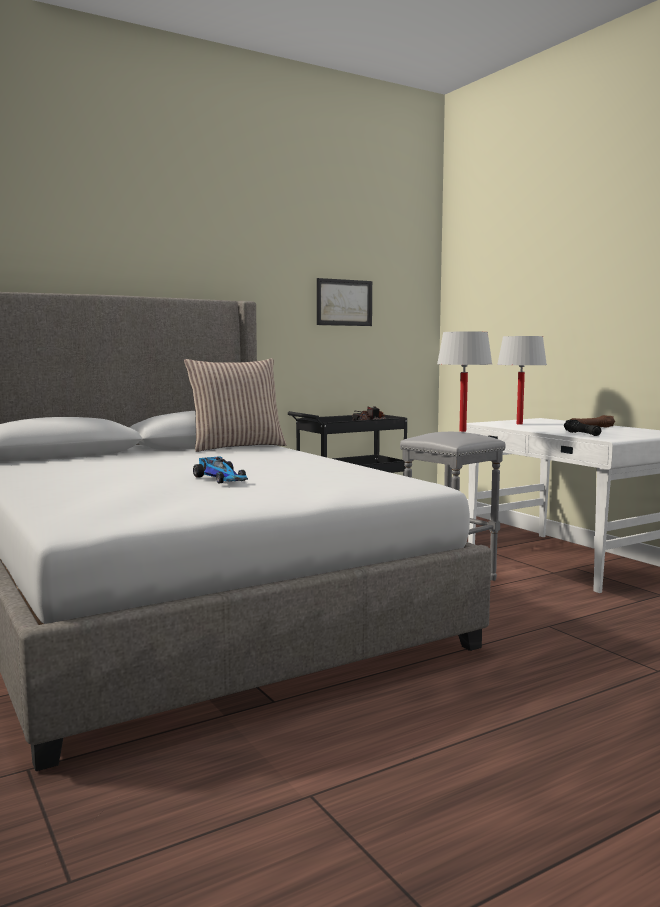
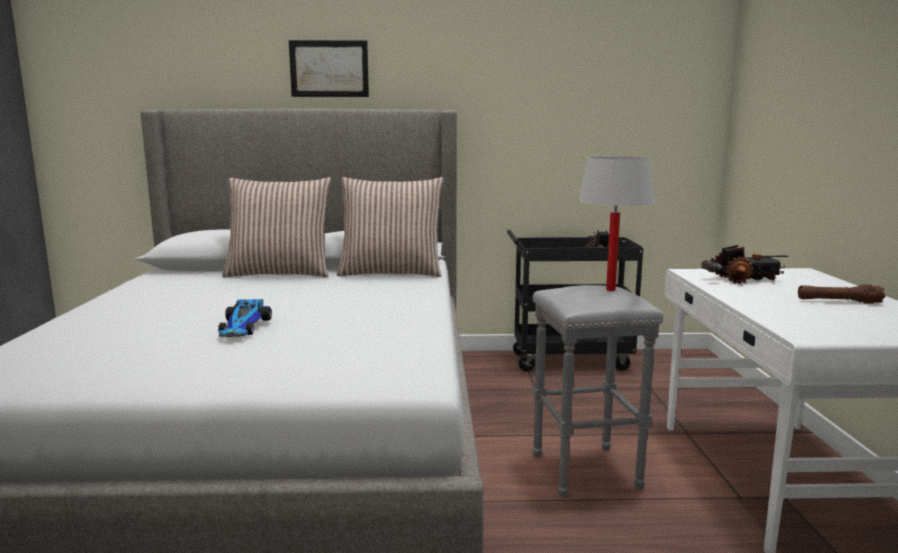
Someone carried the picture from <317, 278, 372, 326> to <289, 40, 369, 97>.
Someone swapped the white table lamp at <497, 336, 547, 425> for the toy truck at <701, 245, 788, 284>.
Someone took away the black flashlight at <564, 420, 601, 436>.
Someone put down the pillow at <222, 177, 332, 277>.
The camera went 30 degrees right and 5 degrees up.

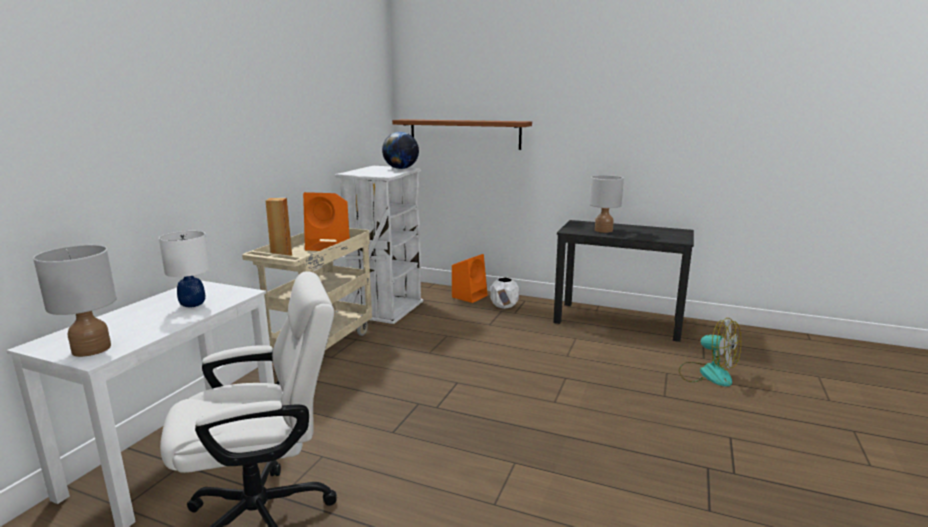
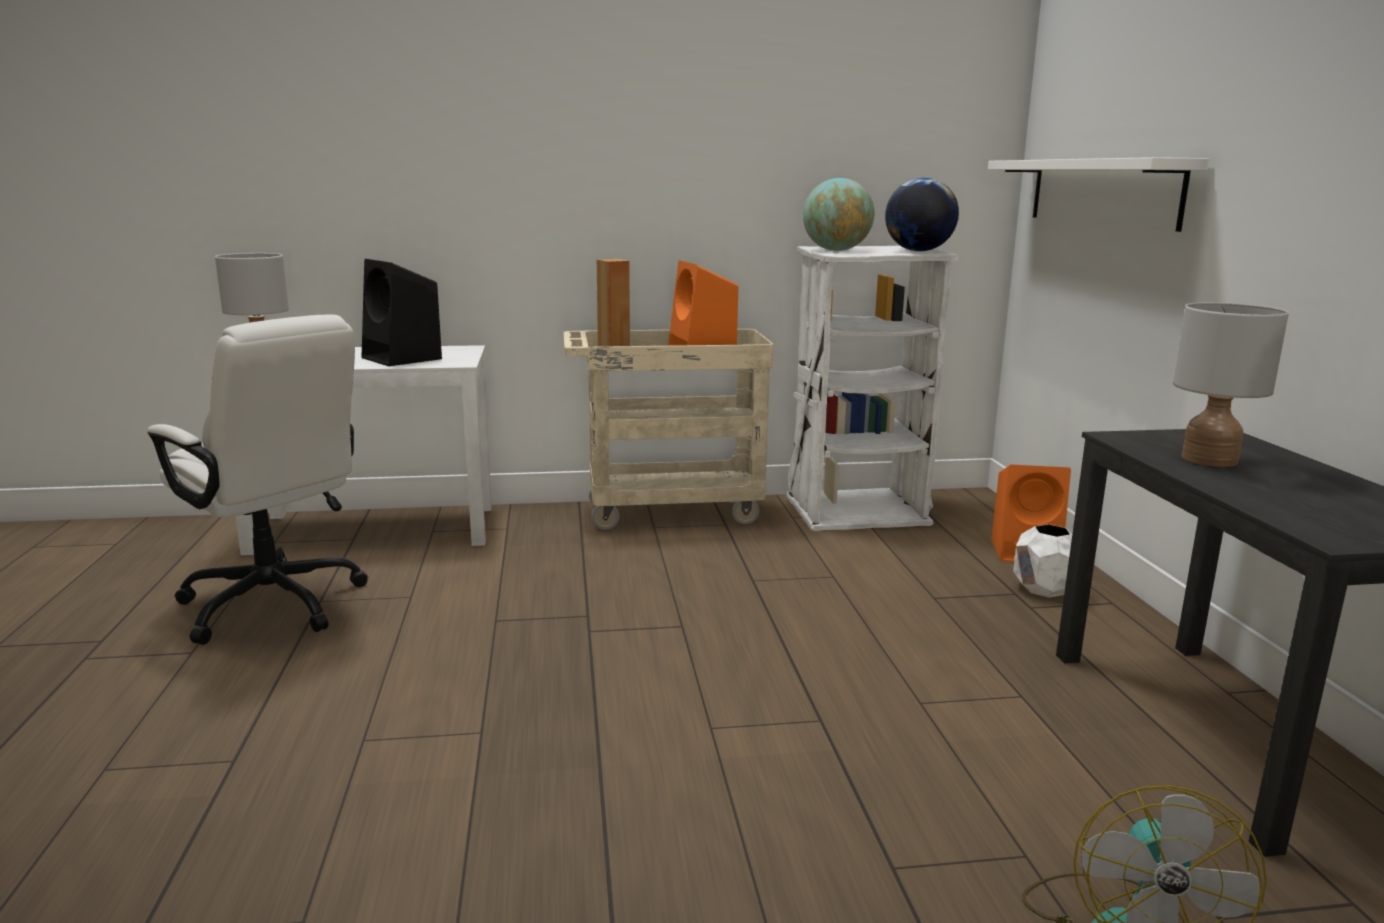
Someone swapped the white table lamp at <159, 231, 210, 307> for the black speaker at <362, 259, 442, 366>.
Someone repainted the brown shelf at <392, 119, 532, 150>, which became the white shelf at <988, 157, 1209, 232>.
Someone put down the globe at <803, 178, 874, 251>.
The camera went 60 degrees right and 0 degrees up.

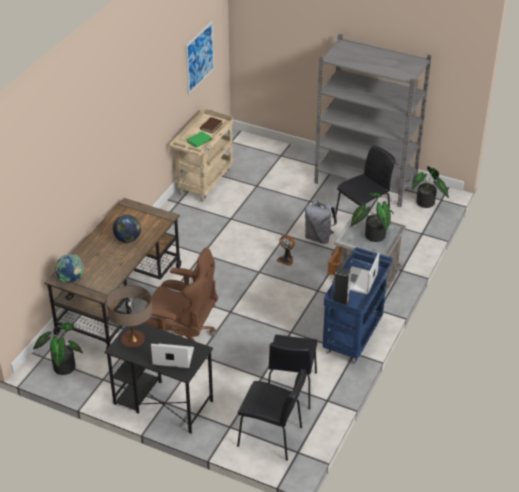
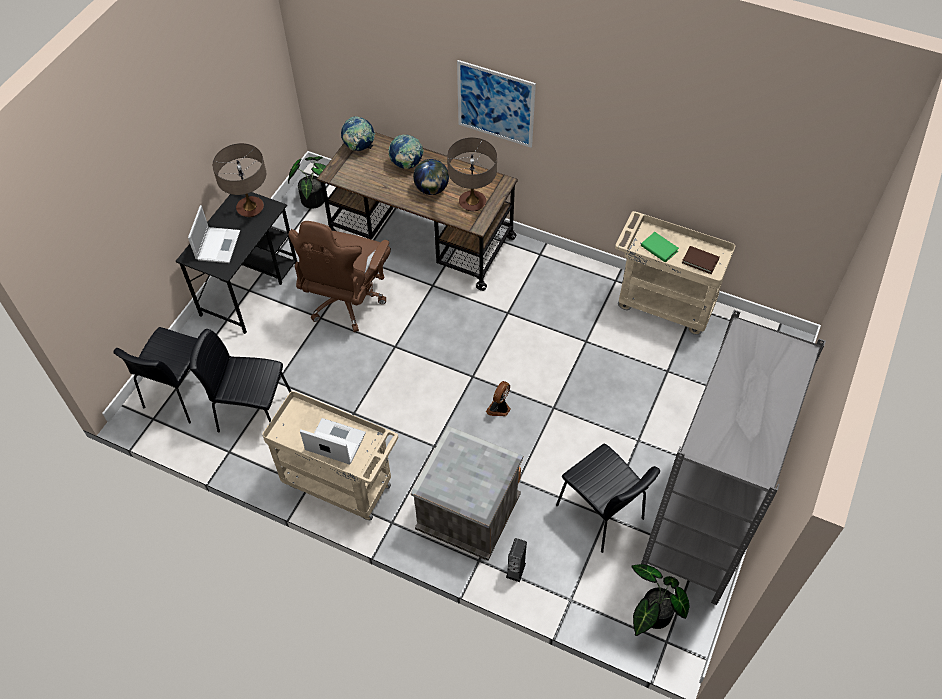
Someone carried the picture from <186, 21, 214, 95> to <457, 60, 536, 148>.
Someone took away the grey backpack at <305, 201, 337, 244>.
Someone repainted the blue cart at <323, 247, 393, 363>, which became the beige cart at <262, 391, 398, 520>.
Someone carried the speaker from <333, 268, 351, 306> to <506, 538, 527, 582>.
Someone took away the potted plant at <351, 193, 394, 242>.
Someone put down the globe at <388, 135, 423, 169>.
Someone put down the table lamp at <447, 137, 497, 211>.
The camera went 90 degrees right and 15 degrees up.

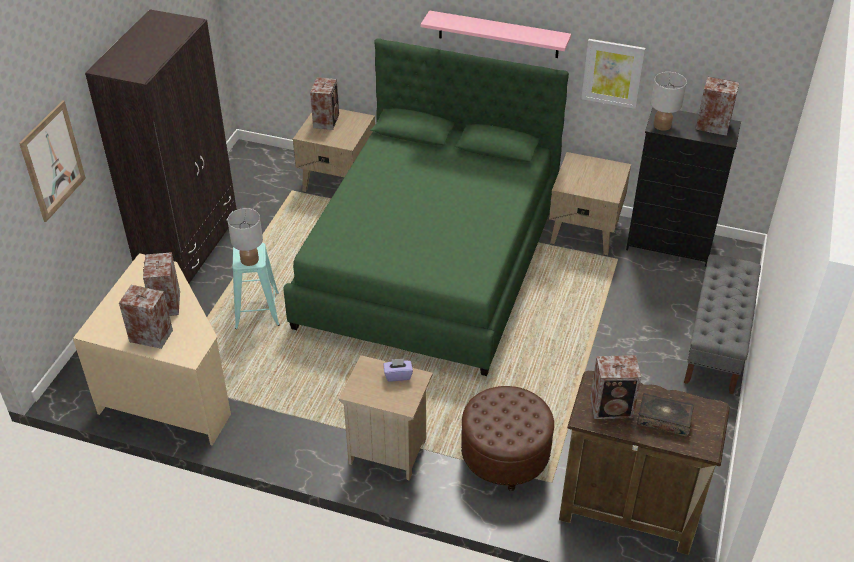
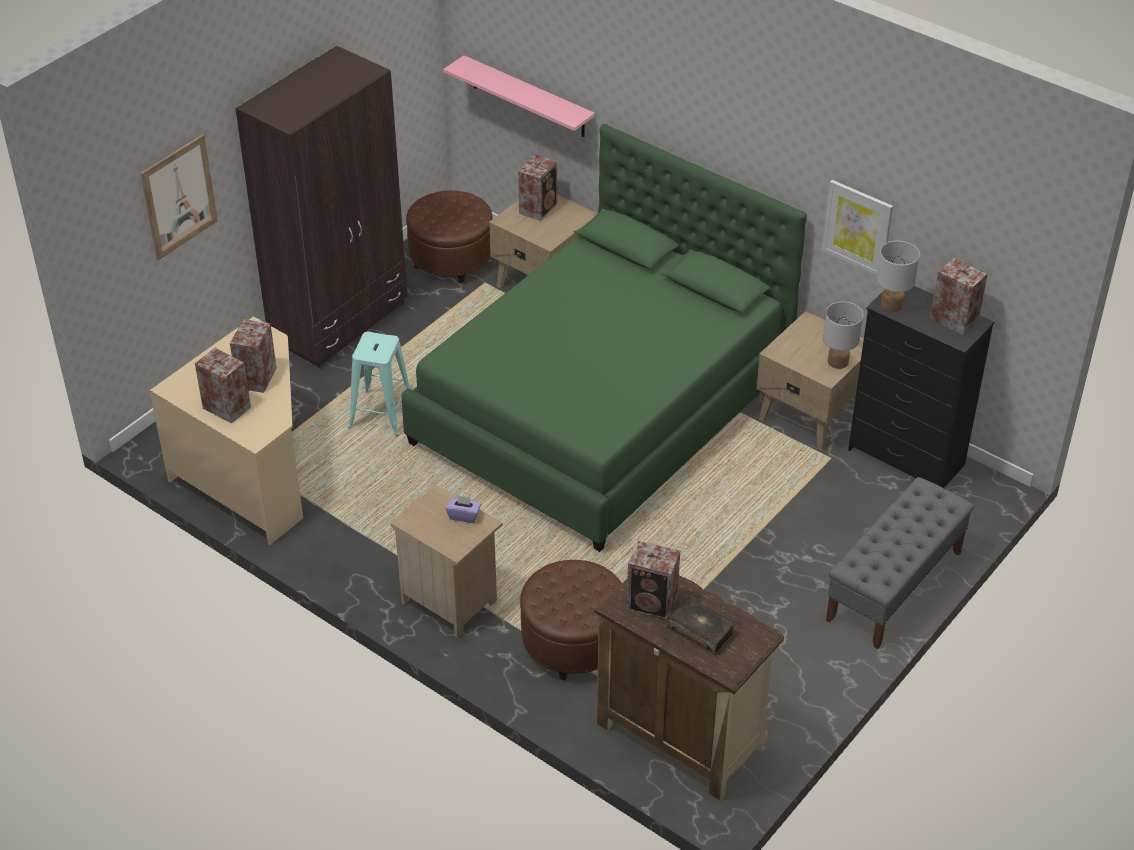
Someone carried the grey table lamp from <227, 208, 263, 266> to <823, 302, 863, 369>.
Someone carried the pink shelf from <421, 10, 571, 58> to <443, 55, 595, 137>.
Someone put down the brown ottoman at <406, 190, 493, 284>.
The camera went 20 degrees right and 0 degrees up.

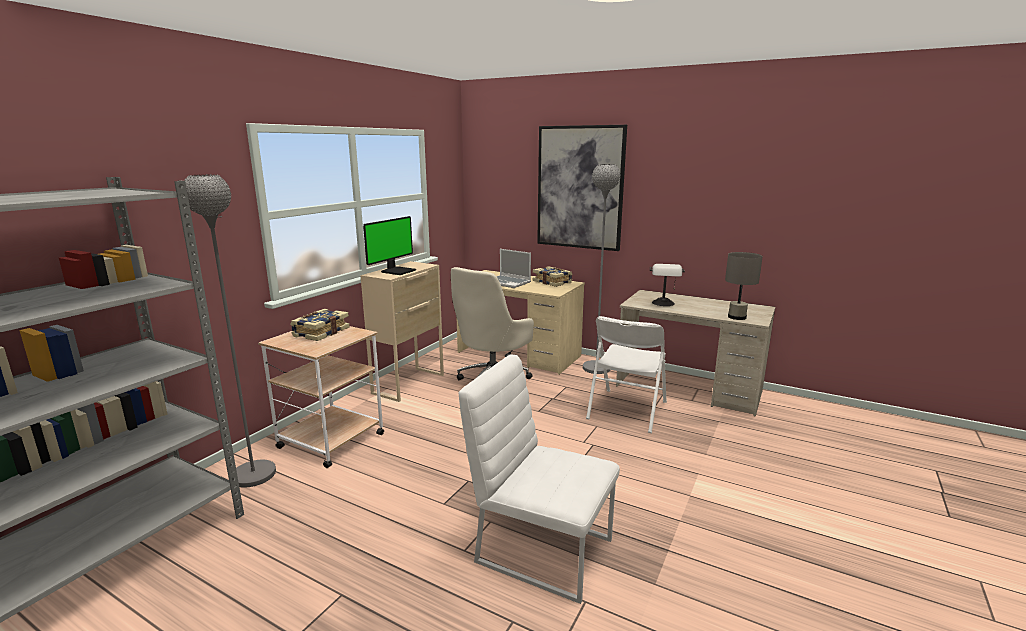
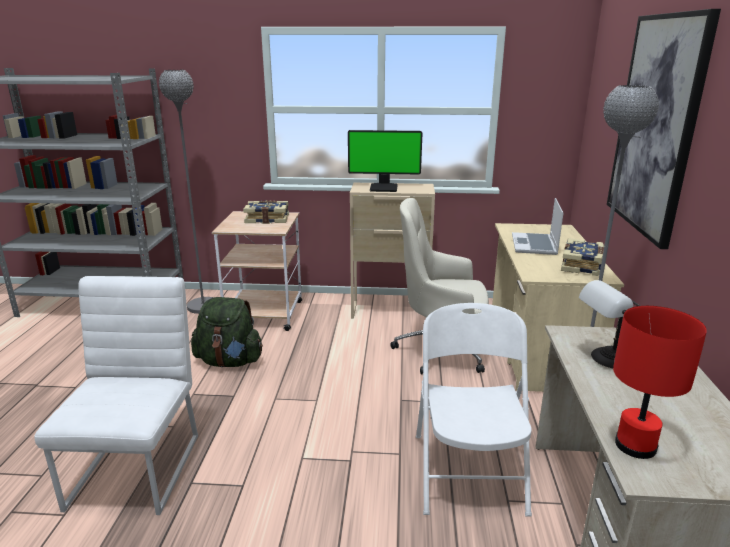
Someone rotated the white chair at <586, 316, 667, 433> by 90 degrees clockwise.
Someone repainted the grey table lamp at <725, 252, 763, 320>, which became the red table lamp at <613, 306, 707, 459>.
Someone put down the green backpack at <191, 297, 263, 367>.
The camera went 65 degrees right and 5 degrees up.

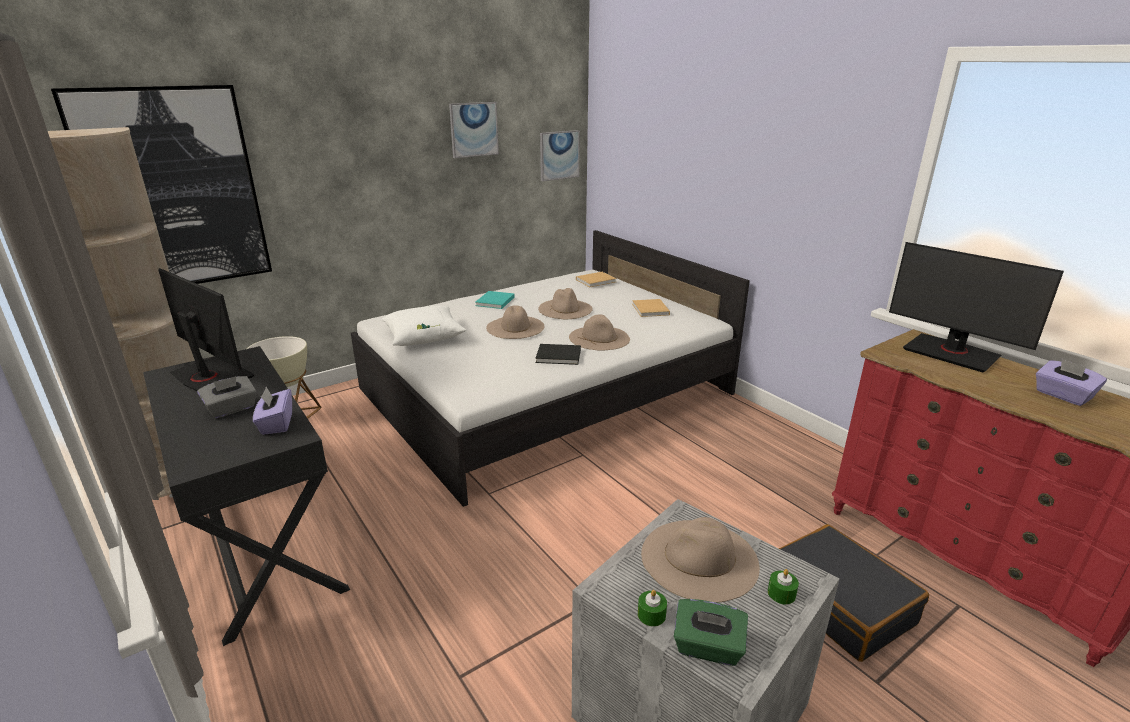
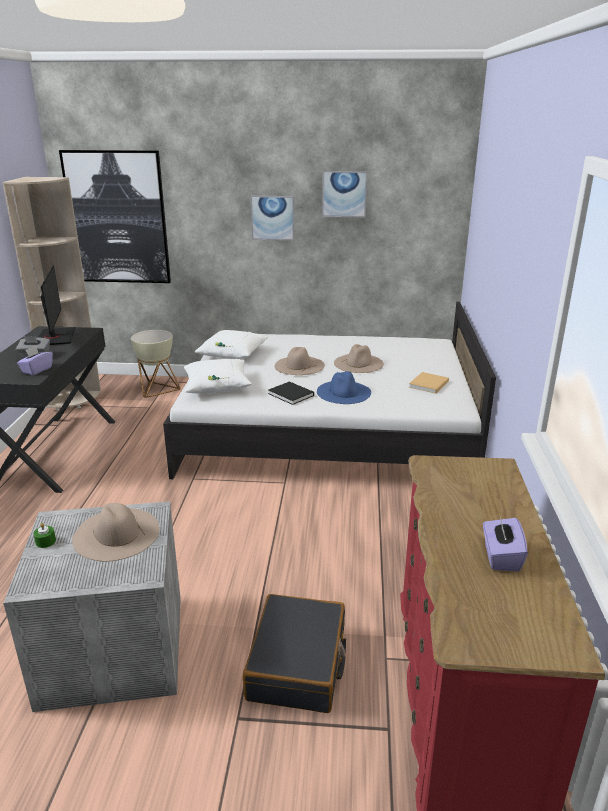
Someone took away the turquoise book at <475, 291, 514, 309>.
Someone carried the picture from <540, 130, 580, 181> to <251, 196, 294, 241>.
Someone repainted the beige hat at <569, 314, 630, 351>, which became the blue hat at <317, 371, 371, 404>.
Someone took away the beige book at <576, 272, 617, 287>.
Someone took away the green tissue box at <674, 599, 748, 666>.
Someone took away the green candle at <768, 569, 799, 605>.
Someone took away the monitor at <889, 242, 1064, 372>.
Someone put down the white pillow at <184, 359, 252, 393>.
The camera went 40 degrees right and 0 degrees up.

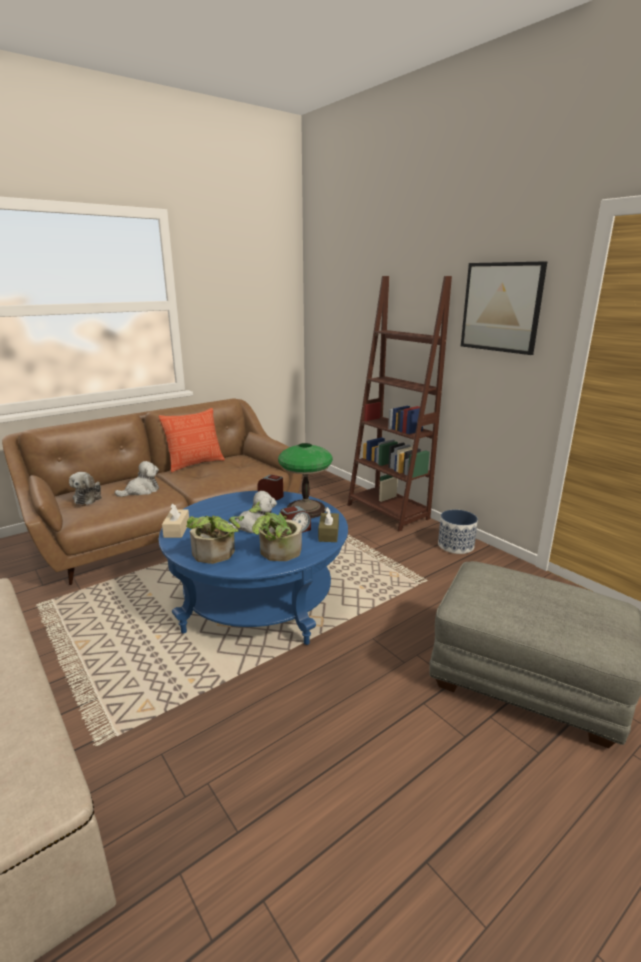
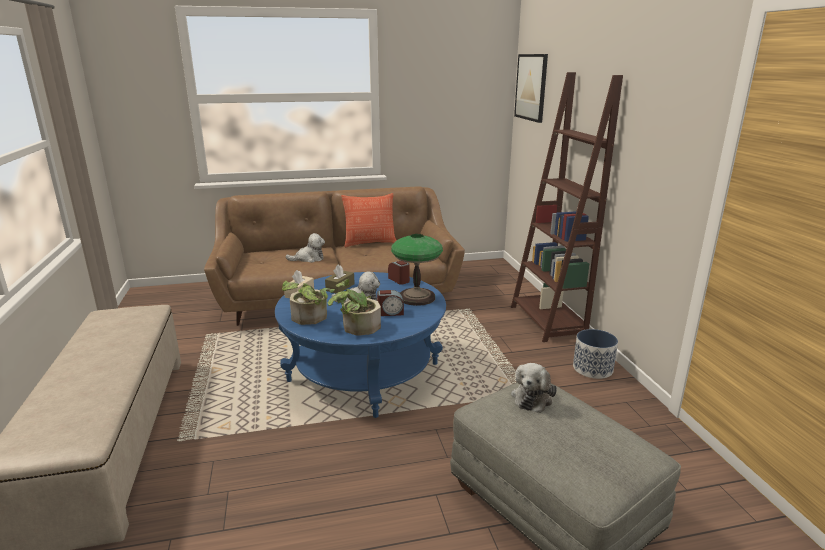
Someone carried the plush toy from <69, 472, 102, 504> to <511, 363, 557, 413>.
Someone carried the brown tissue box from <318, 507, 339, 542> to <325, 264, 355, 294>.
Someone carried the picture from <461, 261, 547, 355> to <514, 54, 548, 123>.
The camera went 25 degrees right and 0 degrees up.

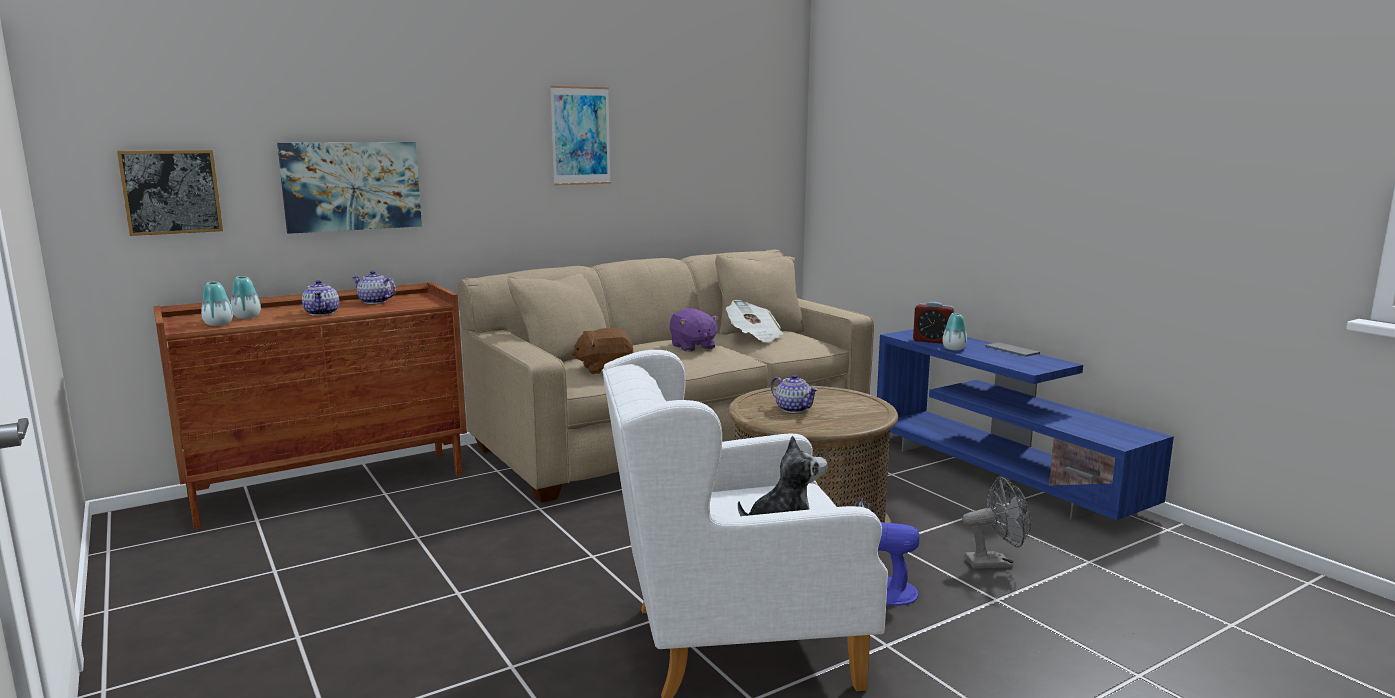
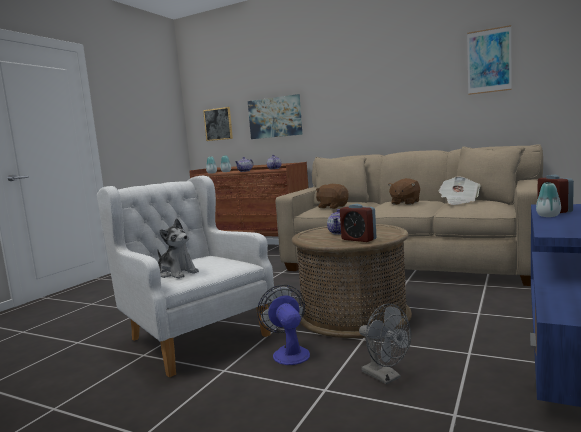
Someone carried the picture from <550, 86, 611, 186> to <467, 25, 512, 95>.
Someone repainted the purple plush toy at <670, 308, 719, 352>, which became the brown plush toy at <388, 178, 420, 205>.
Someone put down the alarm clock at <340, 204, 376, 242>.
The camera went 60 degrees right and 5 degrees down.

